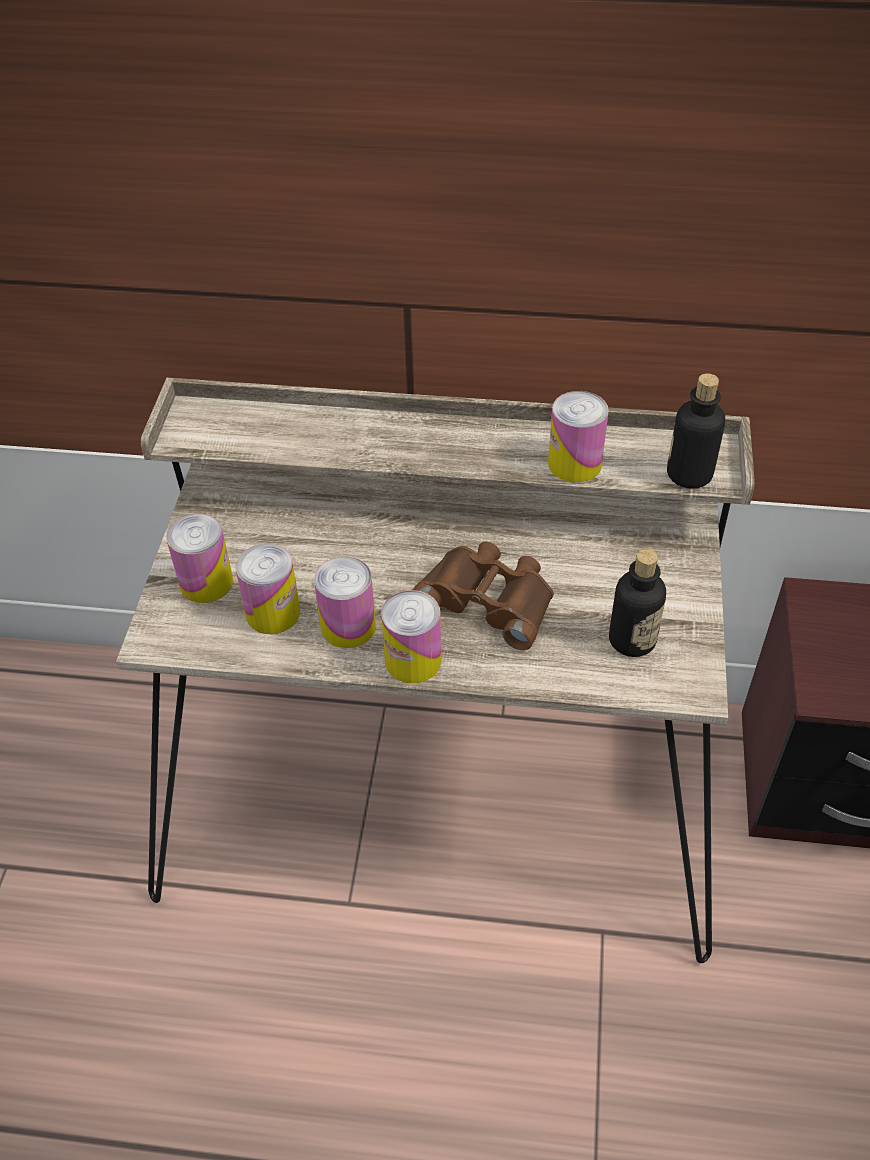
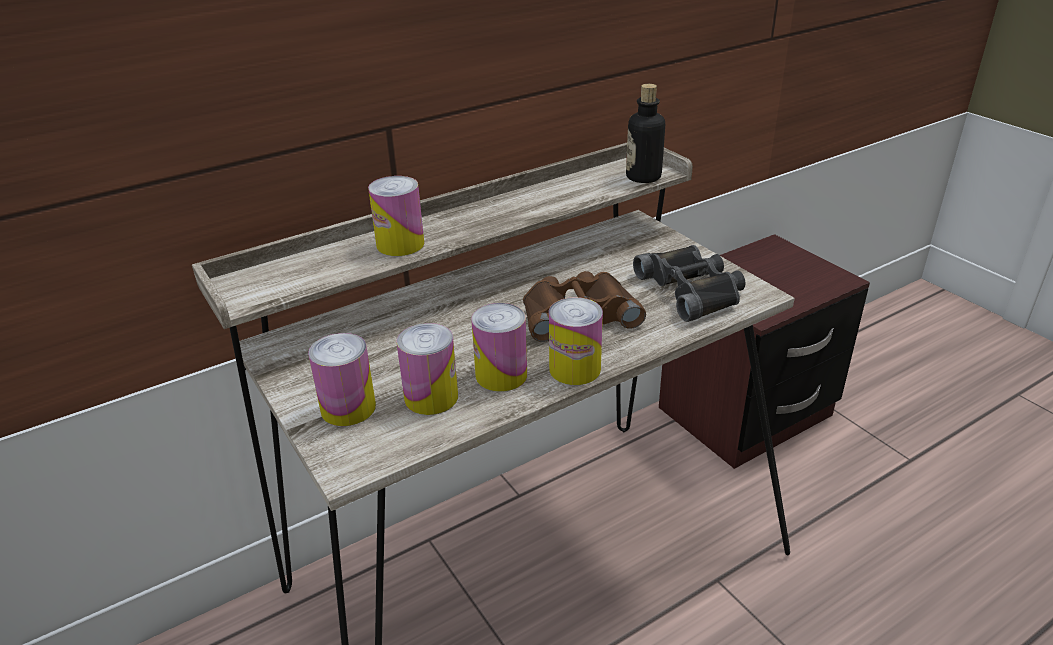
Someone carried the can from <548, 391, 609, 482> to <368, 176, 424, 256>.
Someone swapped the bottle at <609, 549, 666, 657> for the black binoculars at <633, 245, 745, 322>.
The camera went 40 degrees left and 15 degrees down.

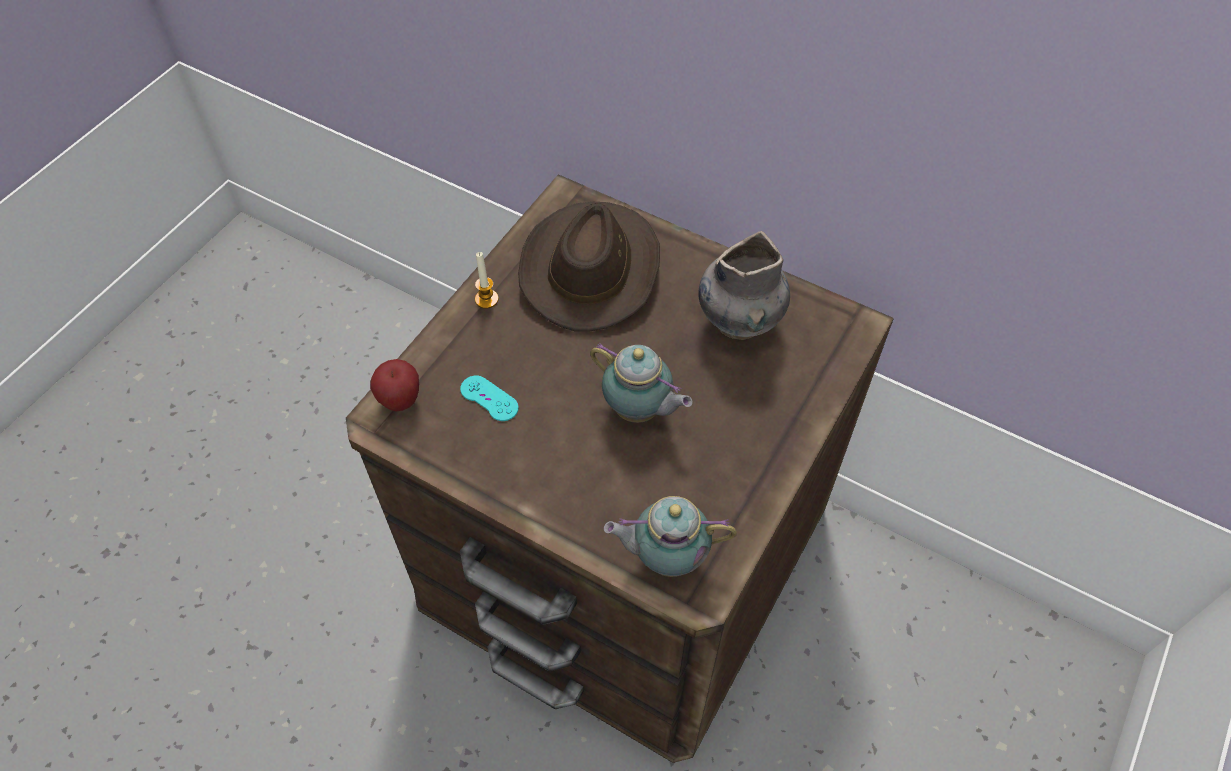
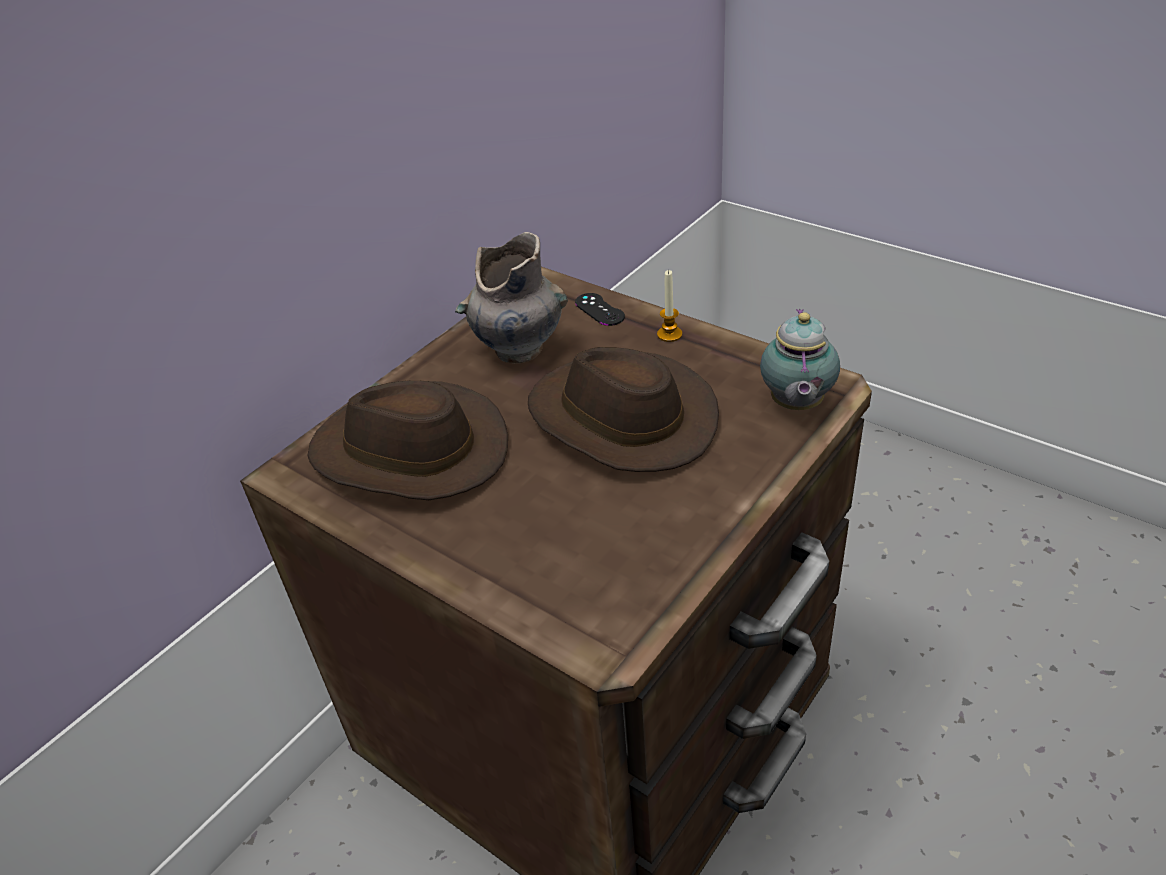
Someone took away the apple at <370, 359, 419, 412>.
Someone took away the turquoise game controller at <460, 376, 519, 421>.
Someone carried the candle from <475, 252, 499, 309> to <657, 270, 682, 342>.
Someone swapped the teapot at <590, 342, 693, 423> for the brown hat at <528, 347, 719, 472>.
Someone put down the black game controller at <575, 293, 625, 326>.
The camera went 80 degrees left and 15 degrees down.

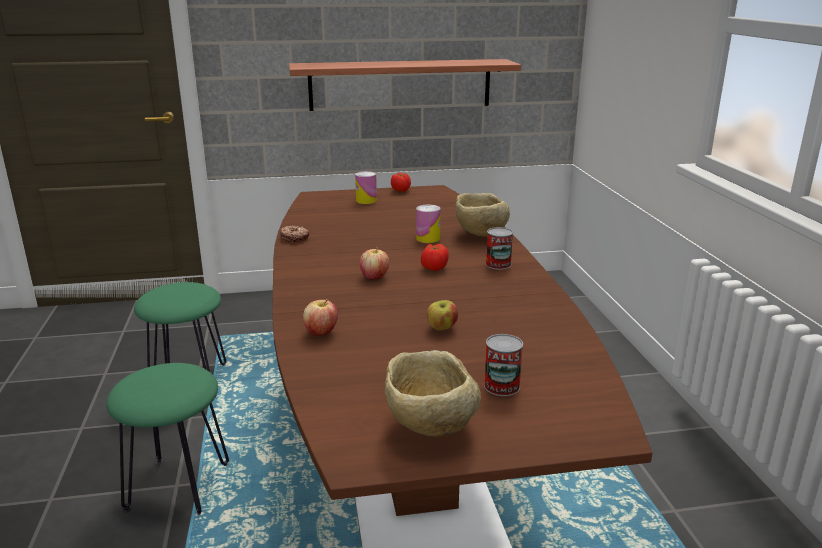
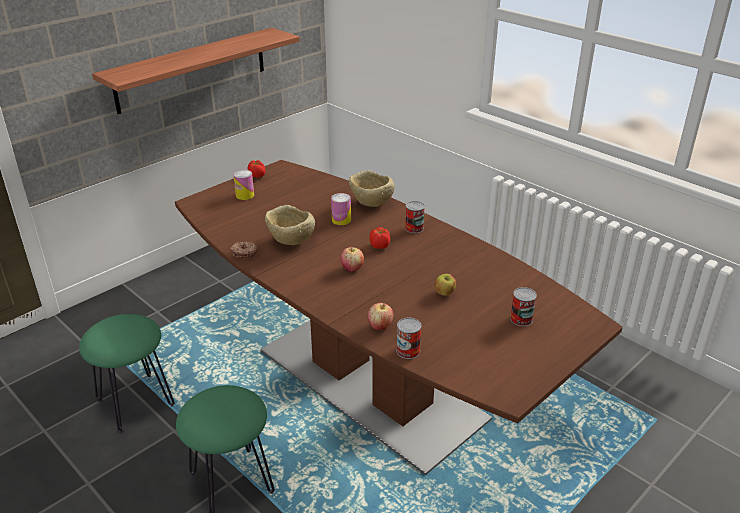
Someone carried the beige bowl from <385, 350, 481, 437> to <265, 205, 315, 245>.
Someone put down the can at <396, 318, 422, 359>.
The camera went 35 degrees left and 10 degrees up.

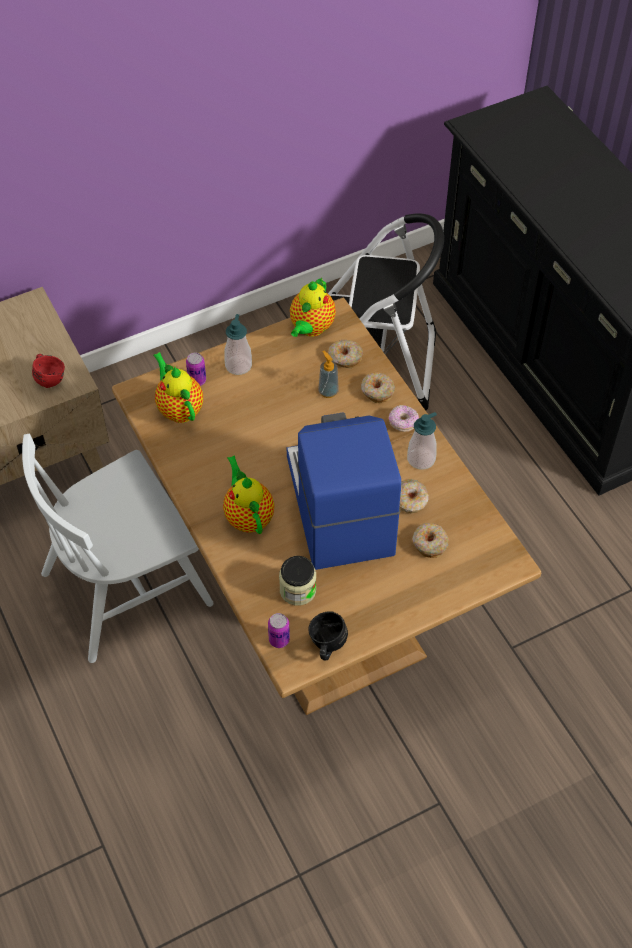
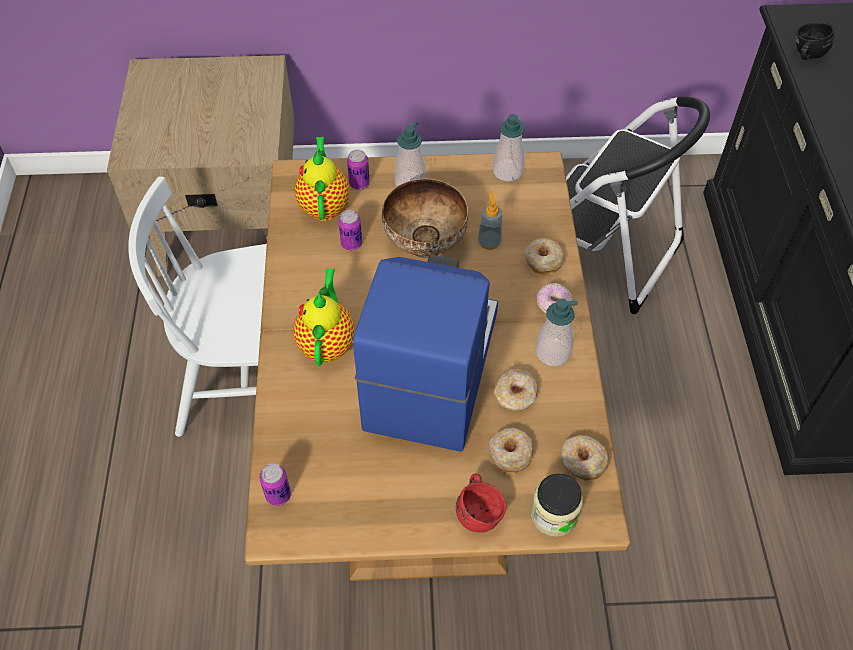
Someone carried the red mug from <32, 354, 65, 388> to <456, 474, 506, 533>.
Someone carried the jar from <279, 556, 316, 605> to <531, 473, 583, 537>.
Someone swapped the teapot at <290, 277, 336, 337> for the soap dispenser at <493, 114, 525, 182>.
Someone carried the black mug from <309, 611, 348, 661> to <796, 22, 834, 60>.
Someone carried the donut from <328, 340, 363, 368> to <561, 435, 610, 481>.
Someone put down the can at <338, 210, 362, 251>.
Someone put down the bowl at <382, 179, 469, 258>.
The camera went 25 degrees right and 0 degrees up.

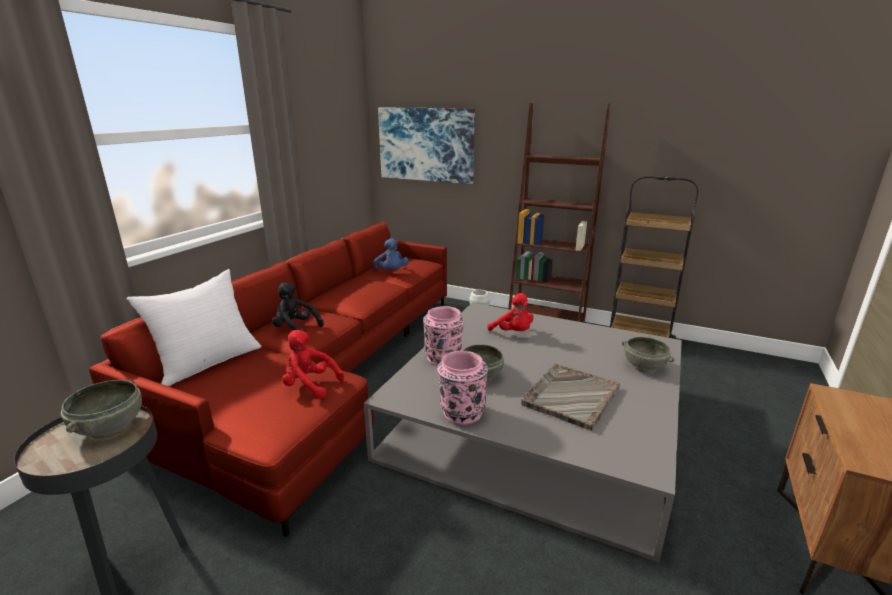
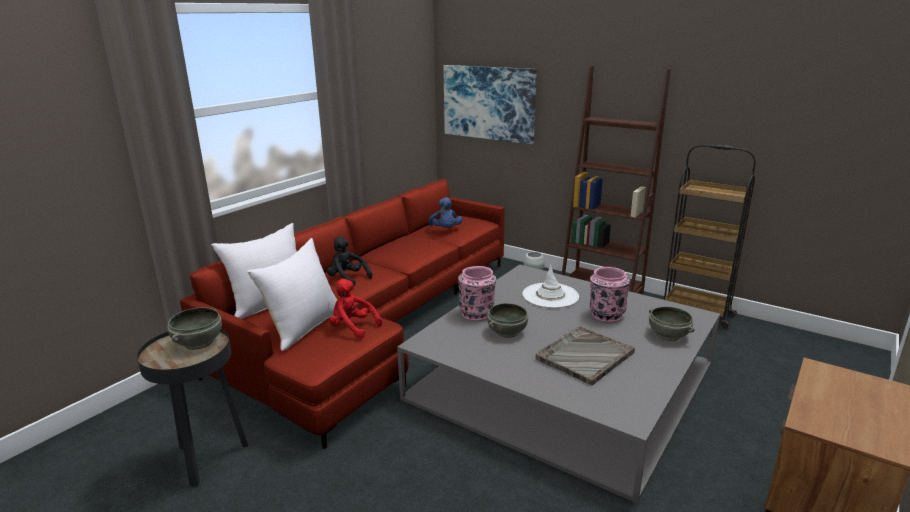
Someone carried the pink vase from <437, 351, 488, 425> to <590, 267, 630, 323>.
Someone swapped the red plush toy at <488, 293, 533, 331> for the white hat at <522, 265, 579, 308>.
Someone put down the white pillow at <247, 238, 337, 351>.
The camera went 10 degrees right and 0 degrees up.

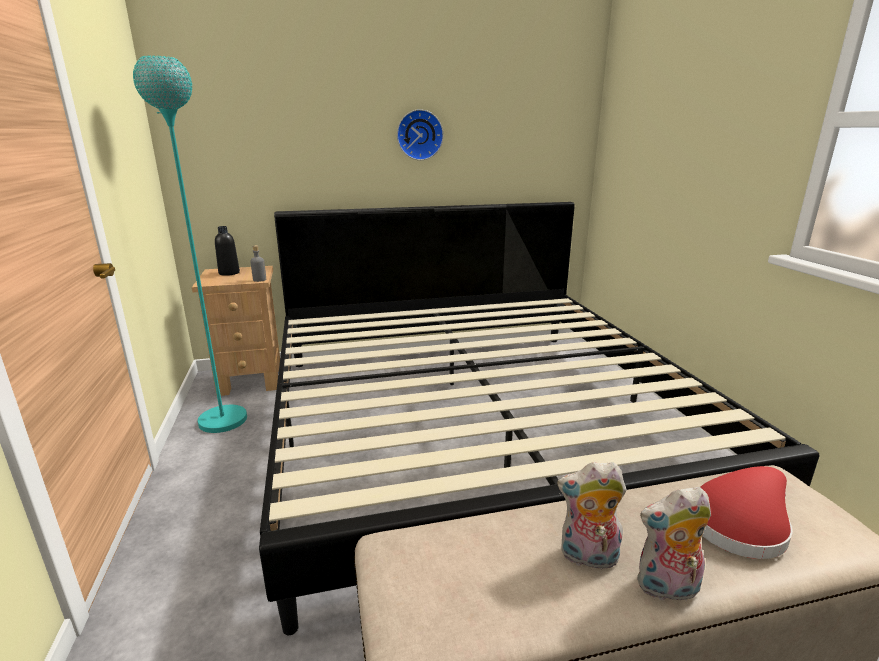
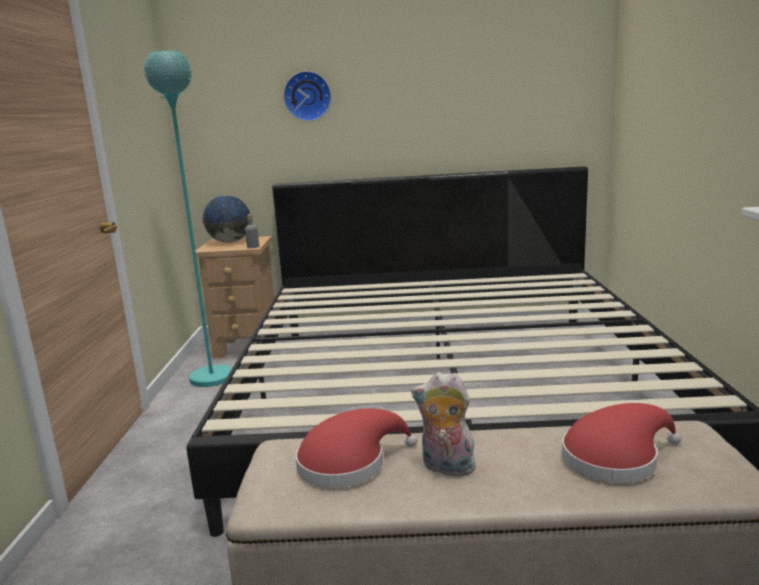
Someone swapped the black bottle at <215, 226, 240, 276> for the globe at <202, 195, 250, 243>.
Someone carried the wall clock from <397, 109, 444, 160> to <283, 71, 331, 121>.
Someone took away the plush toy at <637, 487, 711, 601>.
Someone put down the red hat at <296, 409, 417, 488>.
The camera went 15 degrees right and 5 degrees down.

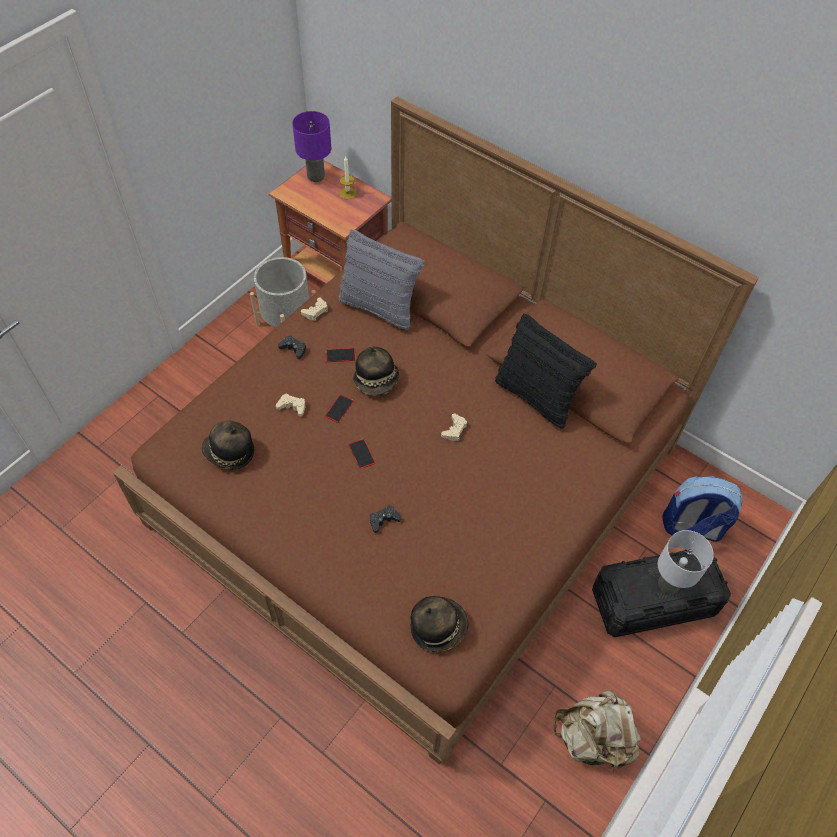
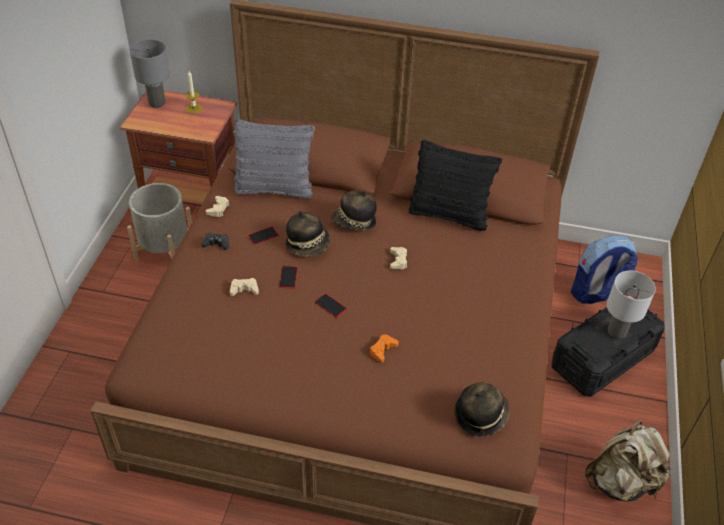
Someone carried the hat from <202, 421, 254, 470> to <332, 190, 377, 230>.
Someone repainted the purple table lamp at <292, 111, 331, 182>, which became the grey table lamp at <130, 39, 170, 108>.
Someone repainted the black game controller at <370, 505, 402, 533>, which became the orange game controller at <370, 334, 398, 362>.
The camera went 25 degrees left and 10 degrees down.

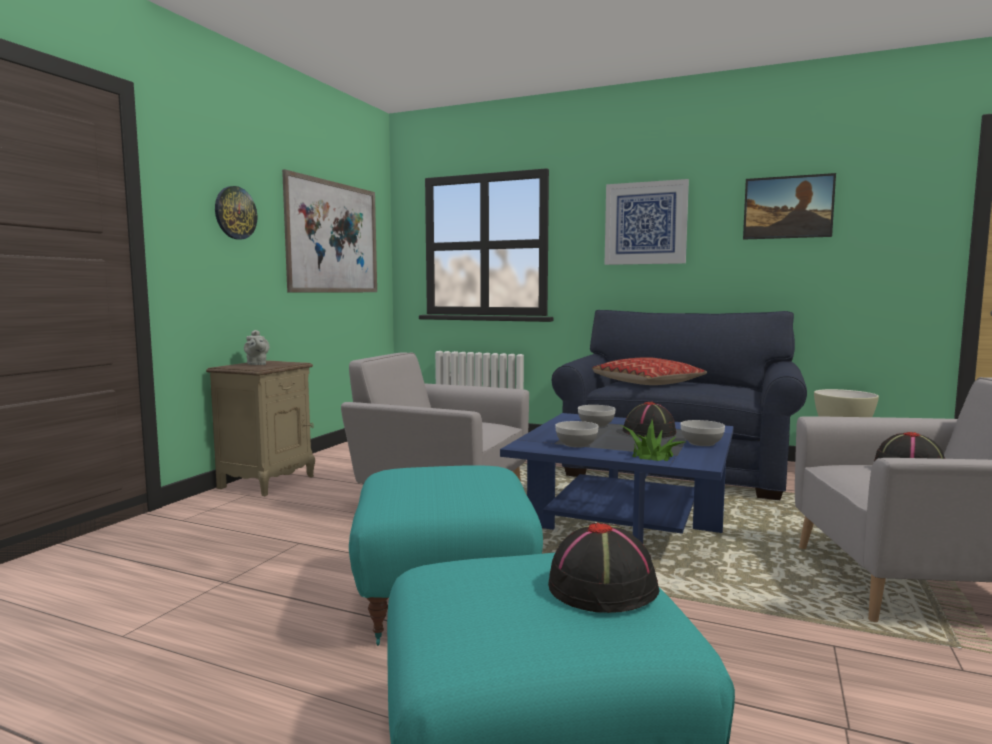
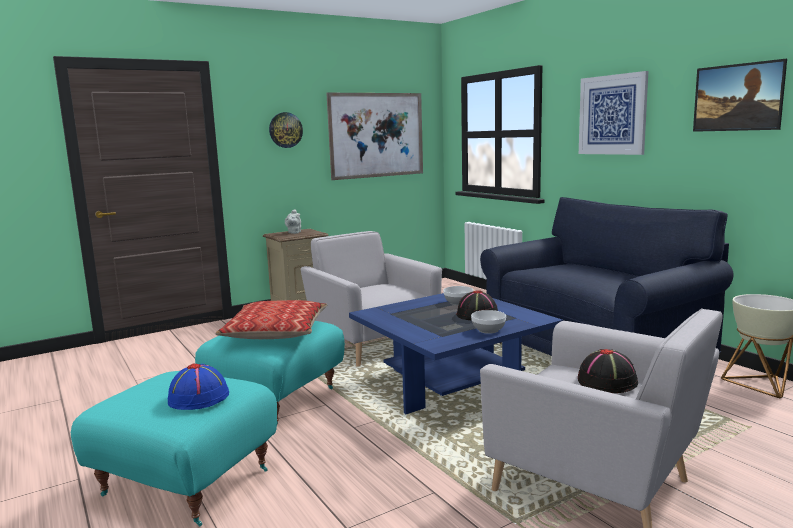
Someone repainted the black hat at <548, 523, 659, 613>, which became the blue hat at <168, 363, 229, 410>.
Someone took away the bowl at <555, 421, 599, 448>.
Someone carried the pillow from <592, 357, 707, 385> to <215, 300, 327, 339>.
Someone took away the potted plant at <620, 420, 685, 461>.
The camera went 35 degrees right and 5 degrees up.

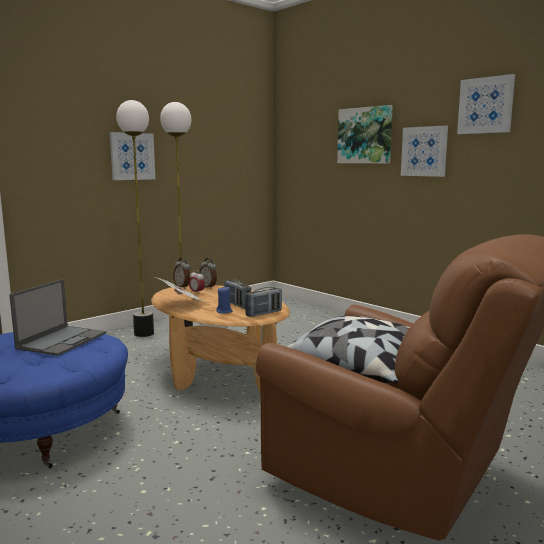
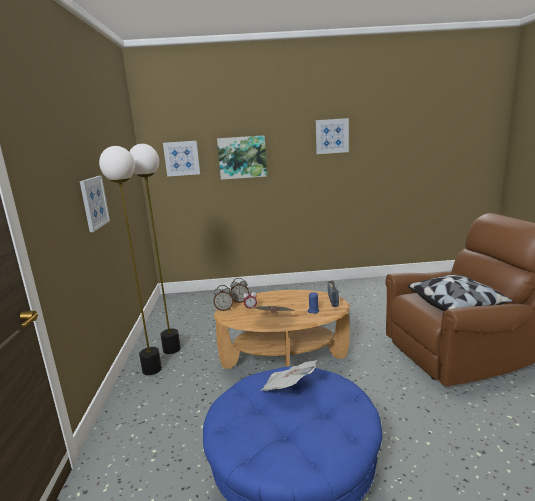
Someone swapped the laptop at <9, 279, 106, 356> for the newspaper at <260, 360, 317, 391>.
Someone took away the radio at <225, 280, 251, 309>.
Someone carried the picture from <401, 125, 448, 177> to <163, 141, 200, 177>.
The camera went 50 degrees left and 5 degrees up.

